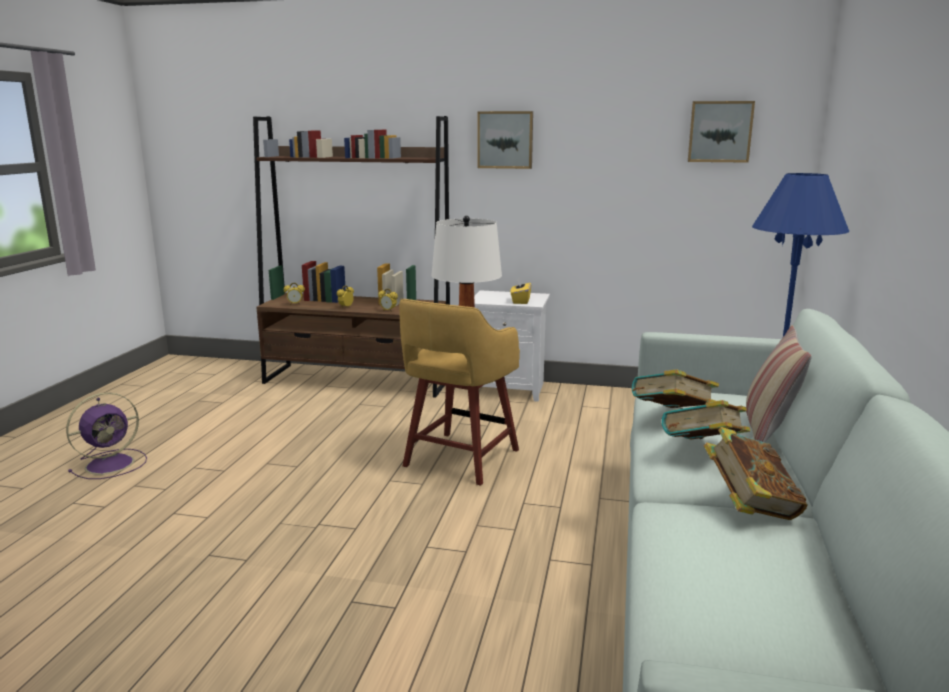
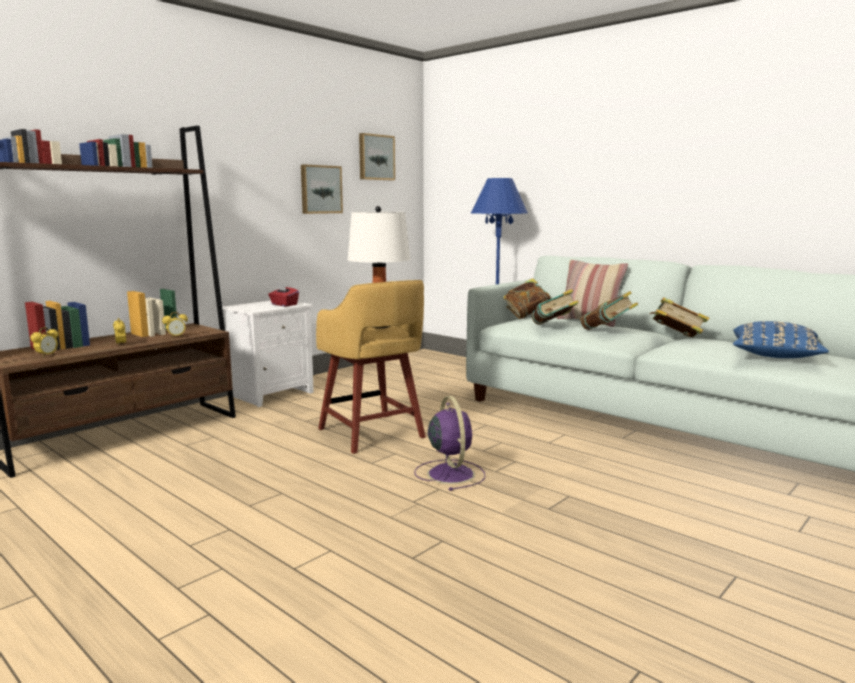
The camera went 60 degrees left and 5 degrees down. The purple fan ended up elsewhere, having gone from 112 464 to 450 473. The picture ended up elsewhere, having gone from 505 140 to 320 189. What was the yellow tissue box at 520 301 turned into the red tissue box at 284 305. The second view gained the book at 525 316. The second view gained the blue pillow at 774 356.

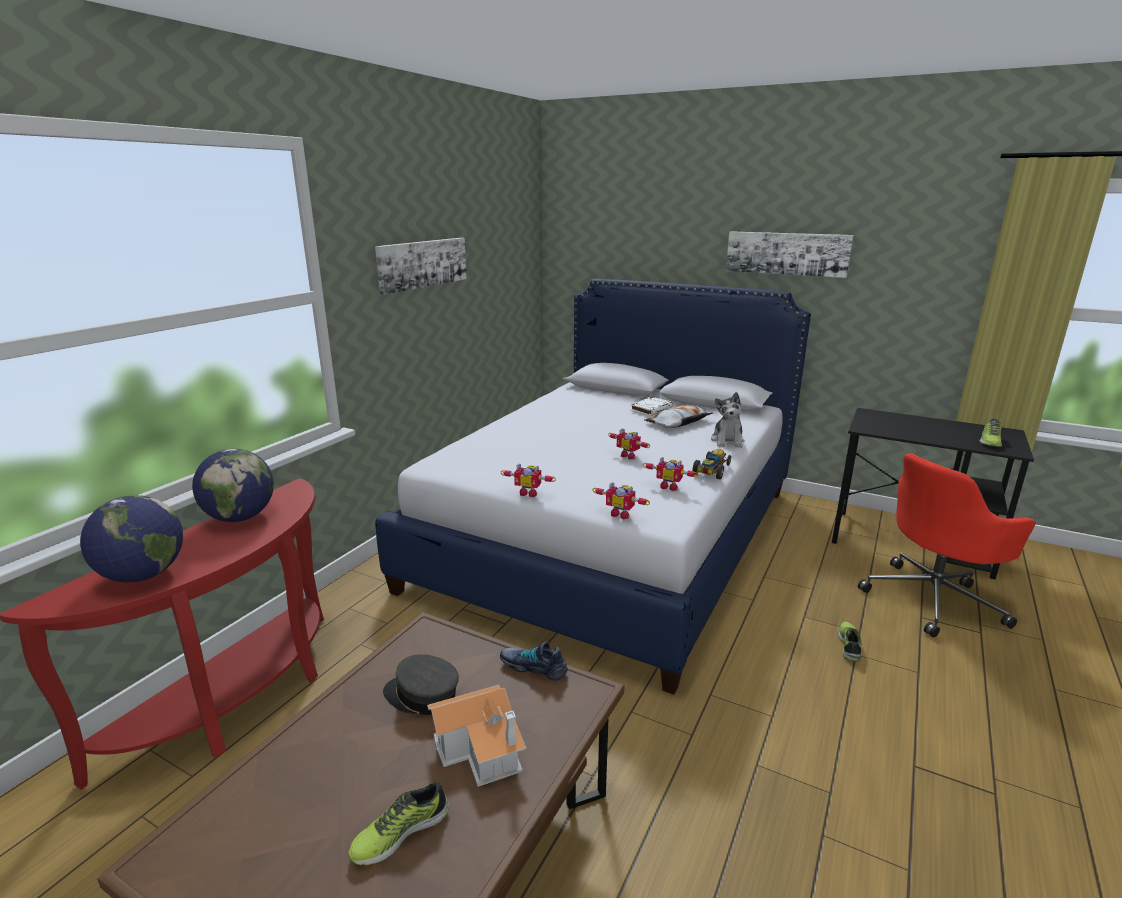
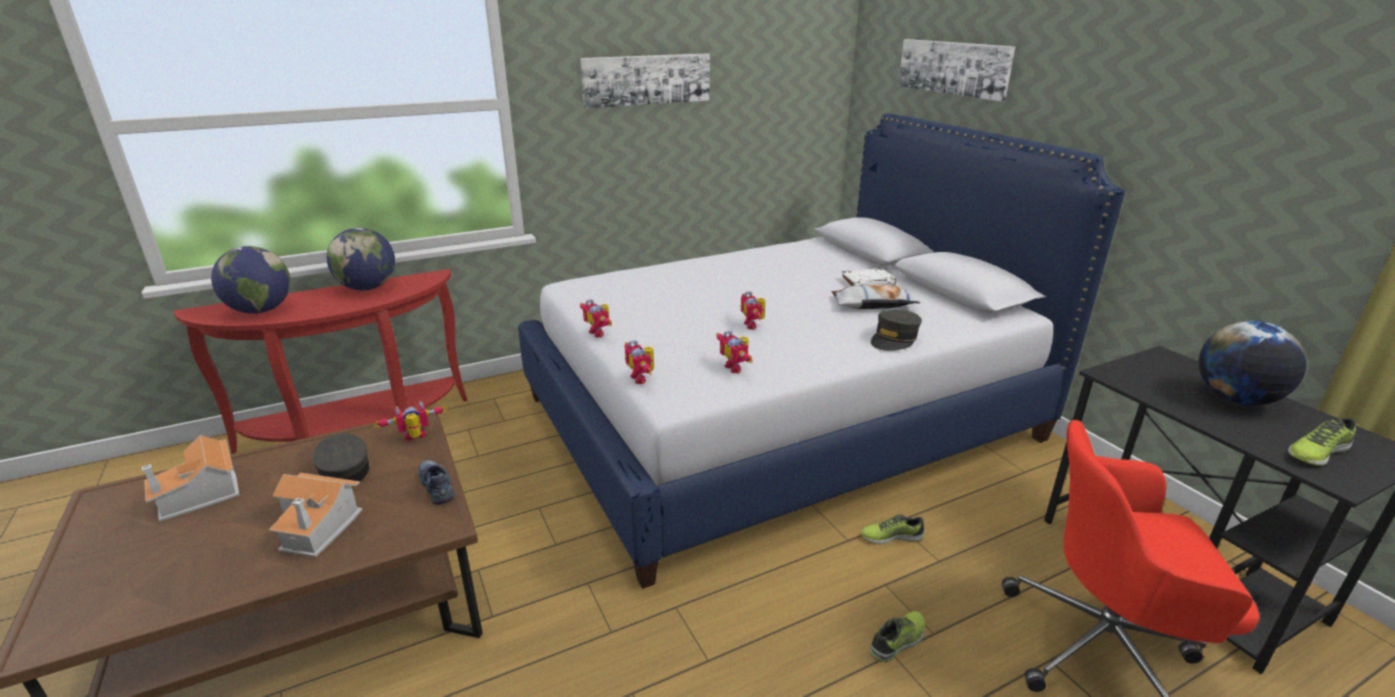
The camera went 35 degrees right and 5 degrees up. The shoe ended up elsewhere, having gone from 400 832 to 891 536. The second view lost the toy car at 711 471. Where the plush toy stood at 727 440, the grey cap came to stand at 894 339. The picture ended up elsewhere, having gone from 787 253 to 953 68. The second view gained the toy house at 201 494. The second view gained the toy robot at 416 438. The second view gained the globe at 1235 399.

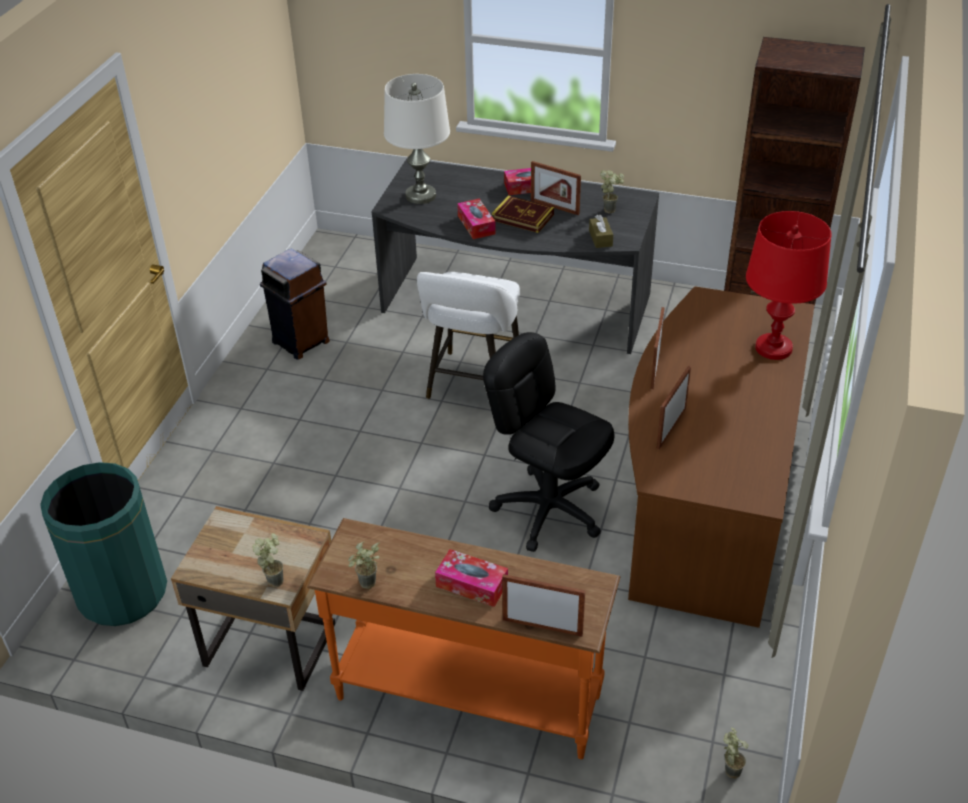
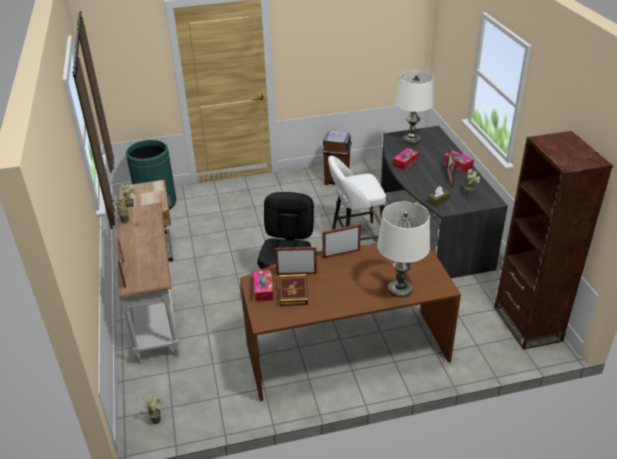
The camera went 60 degrees right and 5 degrees down. What was the orange console table at 469 695 turned into the white console table at 156 314. The tissue box ended up elsewhere, having gone from 472 584 to 263 289. The book ended up elsewhere, having gone from 523 217 to 293 292. What was the red table lamp at 773 348 turned into the white table lamp at 400 289.

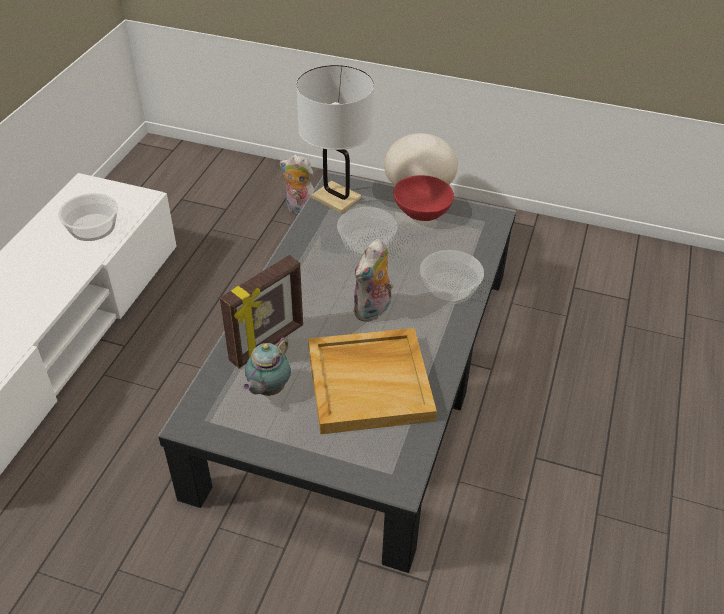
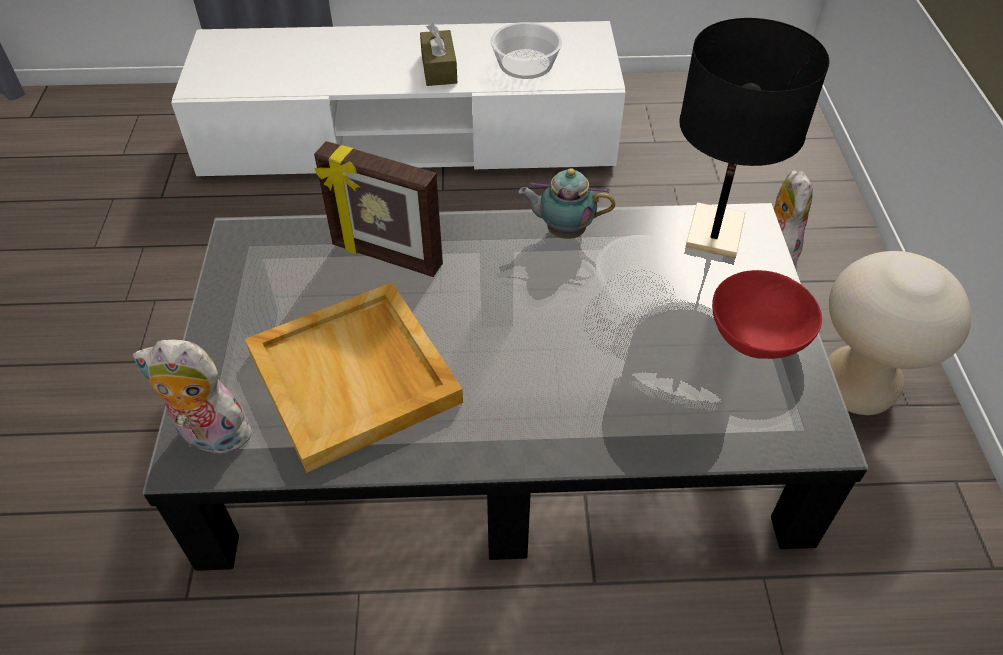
The camera went 70 degrees right and 5 degrees up. The teapot ended up elsewhere, having gone from 268 390 to 563 231. What was the white table lamp at 336 198 turned into the black table lamp at 715 232. The plush toy ended up elsewhere, having gone from 373 311 to 210 436. The second view lost the bowl at 449 287. The second view gained the brown tissue box at 439 68.

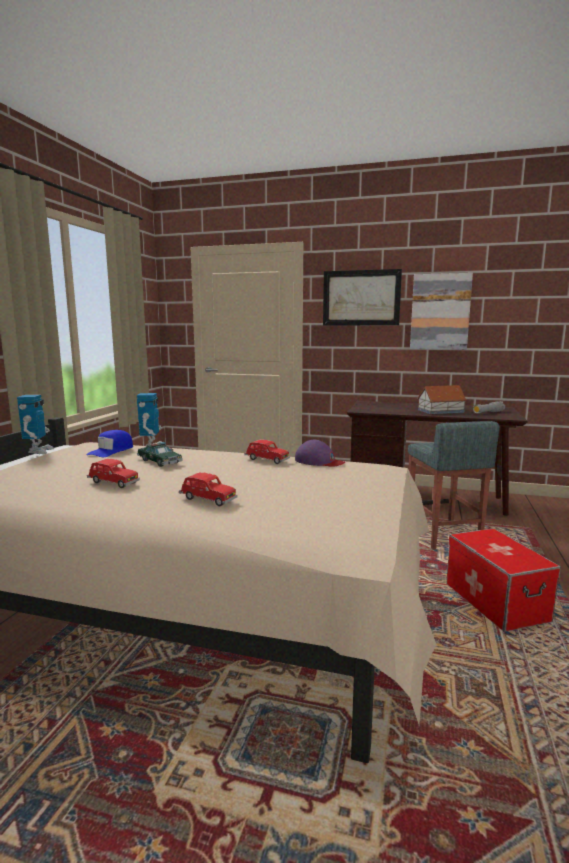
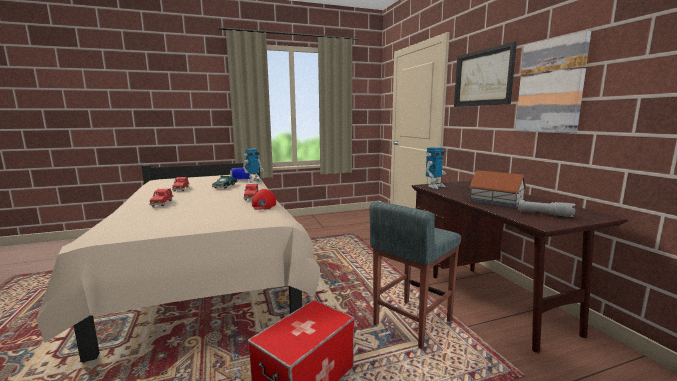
The camera went 55 degrees right and 0 degrees up. The toy robot ended up elsewhere, having gone from 38 451 to 434 186. What was the purple cap at 318 461 turned into the red cap at 263 205.

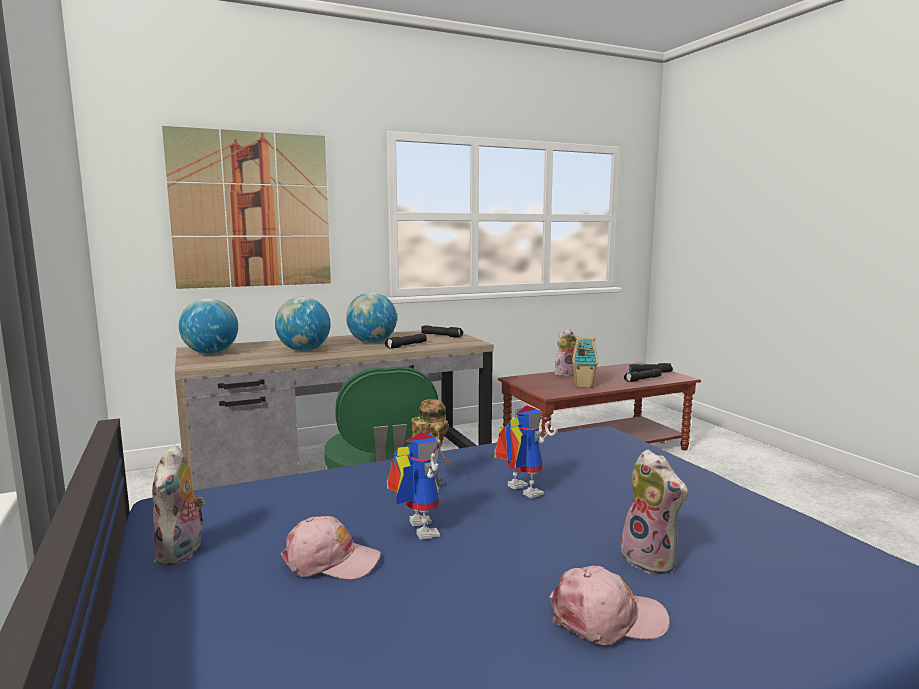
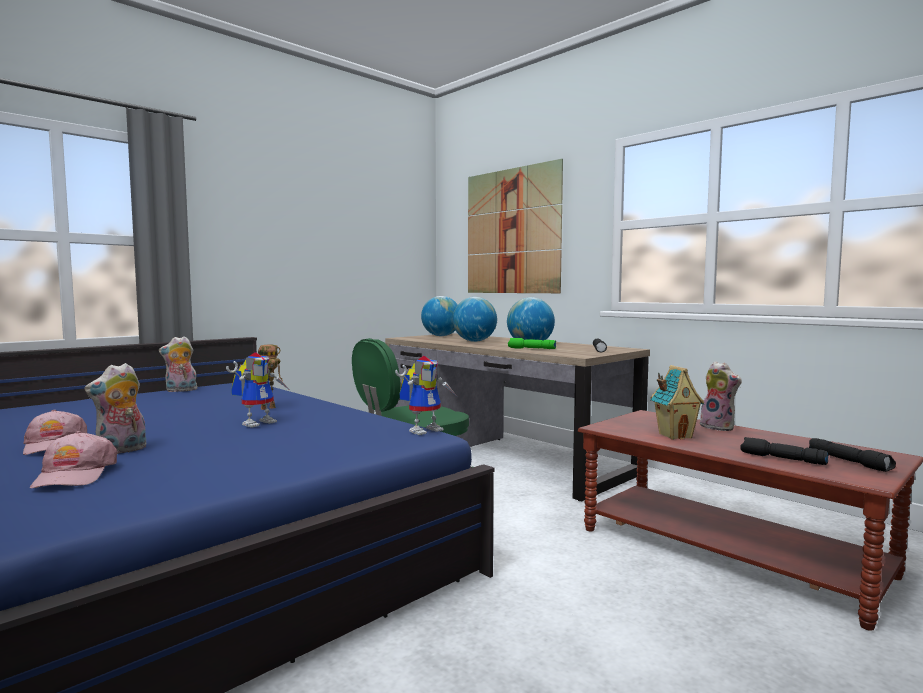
The camera went 70 degrees right and 5 degrees down. The pink cap ended up elsewhere, having gone from 330 560 to 74 475. What was the black flashlight at 406 345 turned into the green flashlight at 531 349. The toy robot ended up elsewhere, having gone from 415 528 to 425 430.

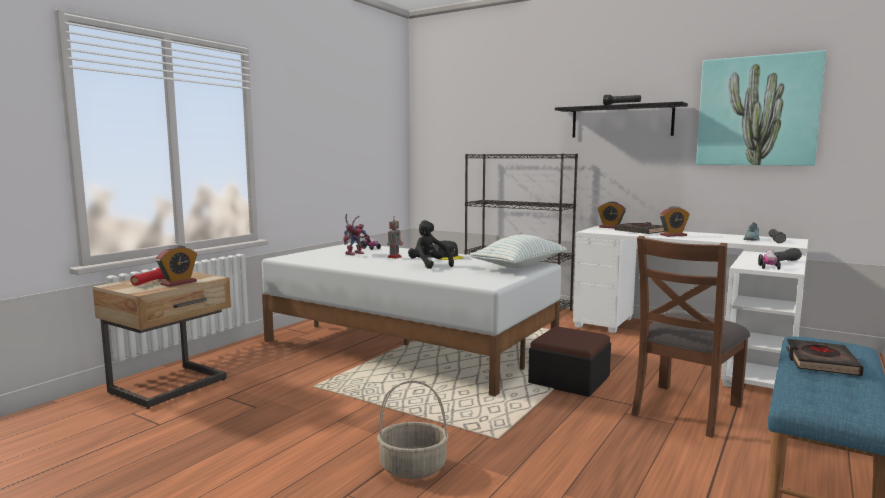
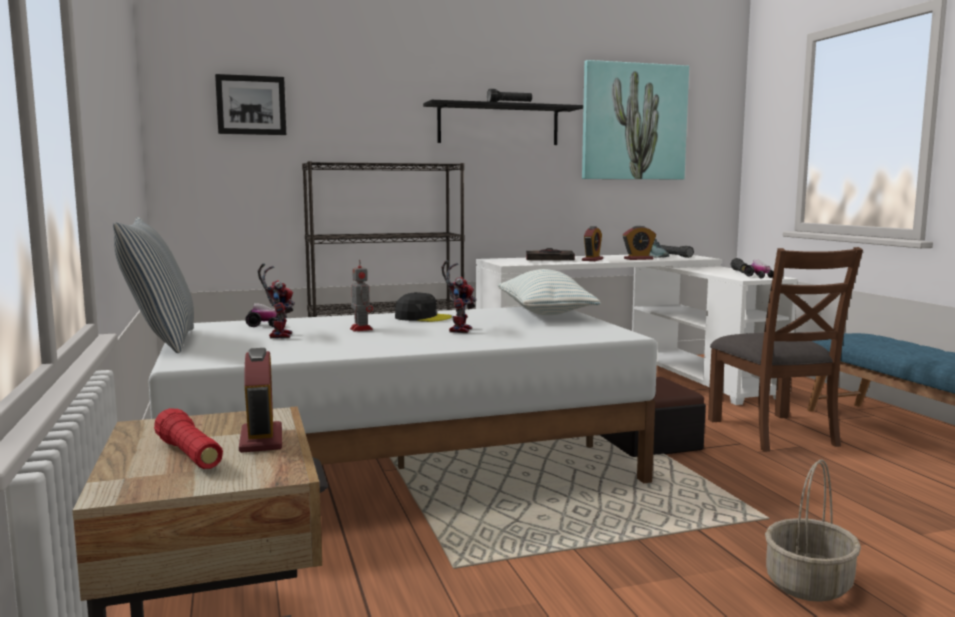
The camera went 50 degrees left and 0 degrees up. Where the black plush toy stood at 429 265, the toy robot came to stand at 458 330. The alarm clock ended up elsewhere, having gone from 610 227 to 638 259. The second view lost the black book at 821 362. The second view gained the pillow at 161 342. The second view gained the picture at 251 105.

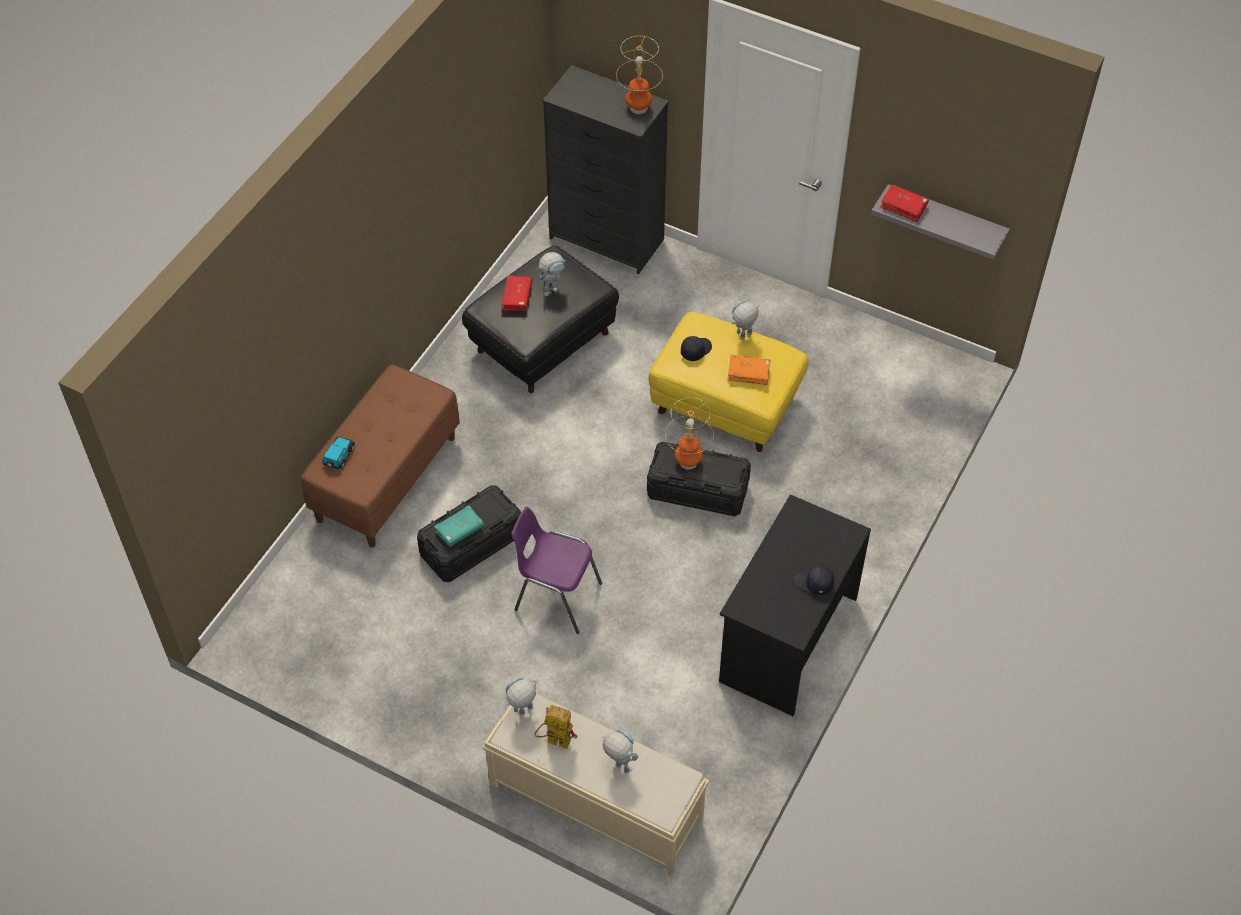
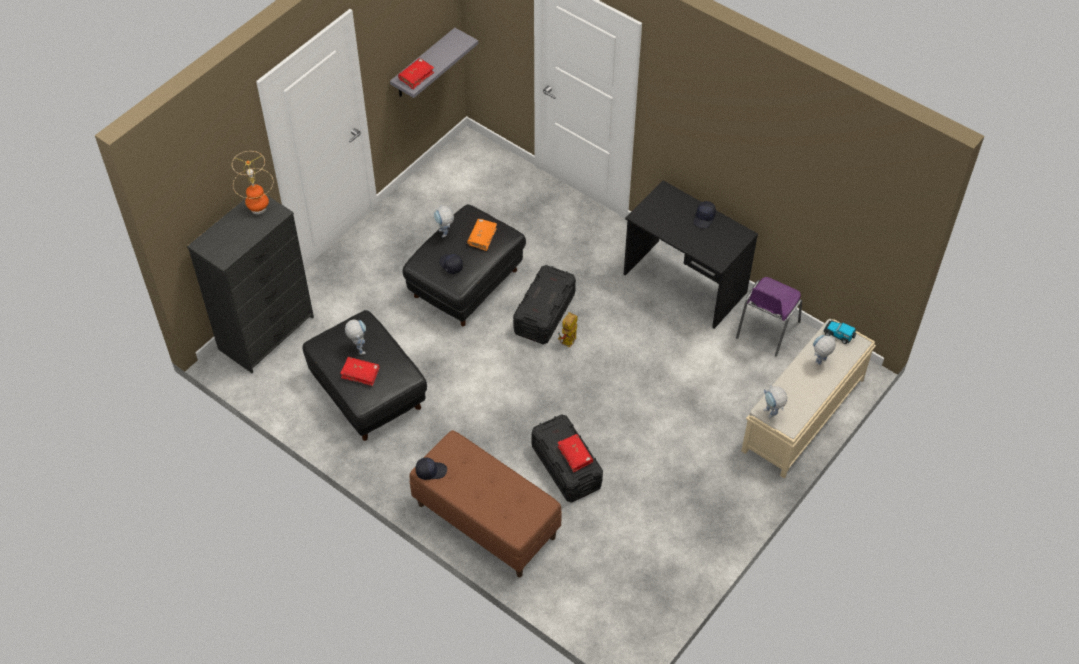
The camera went 80 degrees left and 0 degrees up. The toy car ended up elsewhere, having gone from 339 457 to 839 334. What was the turquoise book at 459 530 turned into the red book at 575 455. The purple chair ended up elsewhere, having gone from 556 596 to 766 330. The toy robot ended up elsewhere, having gone from 554 740 to 568 344. What was the yellow ottoman at 724 404 turned into the black ottoman at 466 283. The second view lost the table lamp at 688 461. The second view gained the black cap at 431 471.

